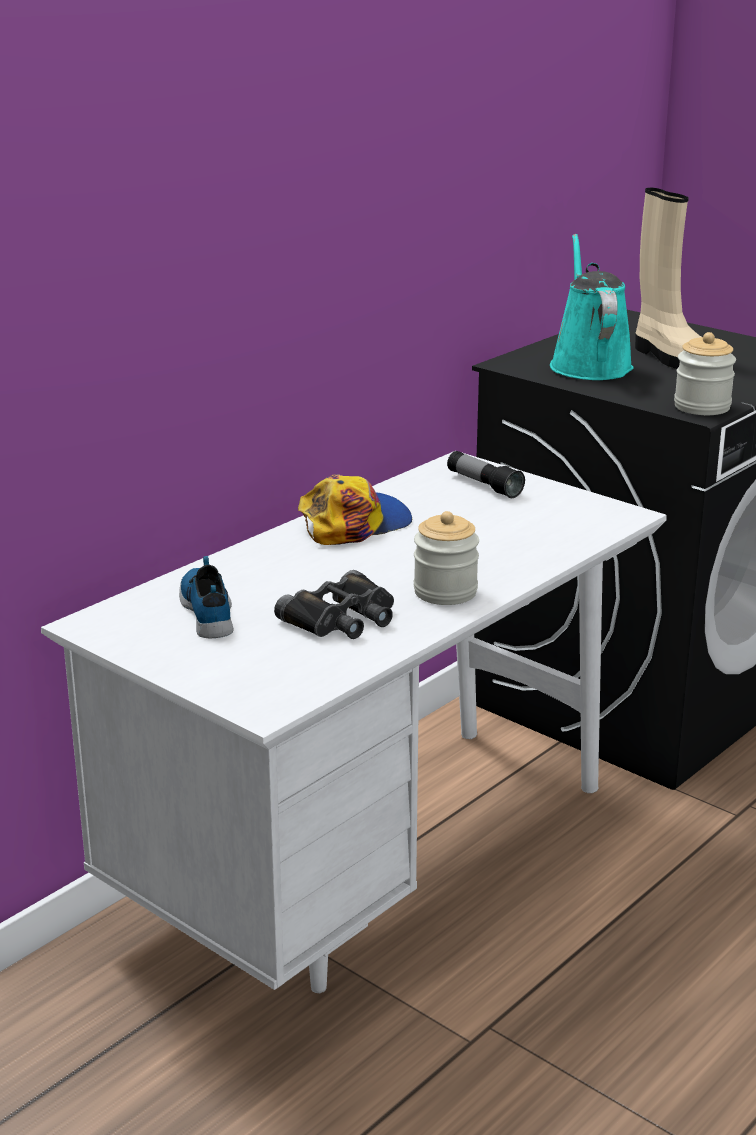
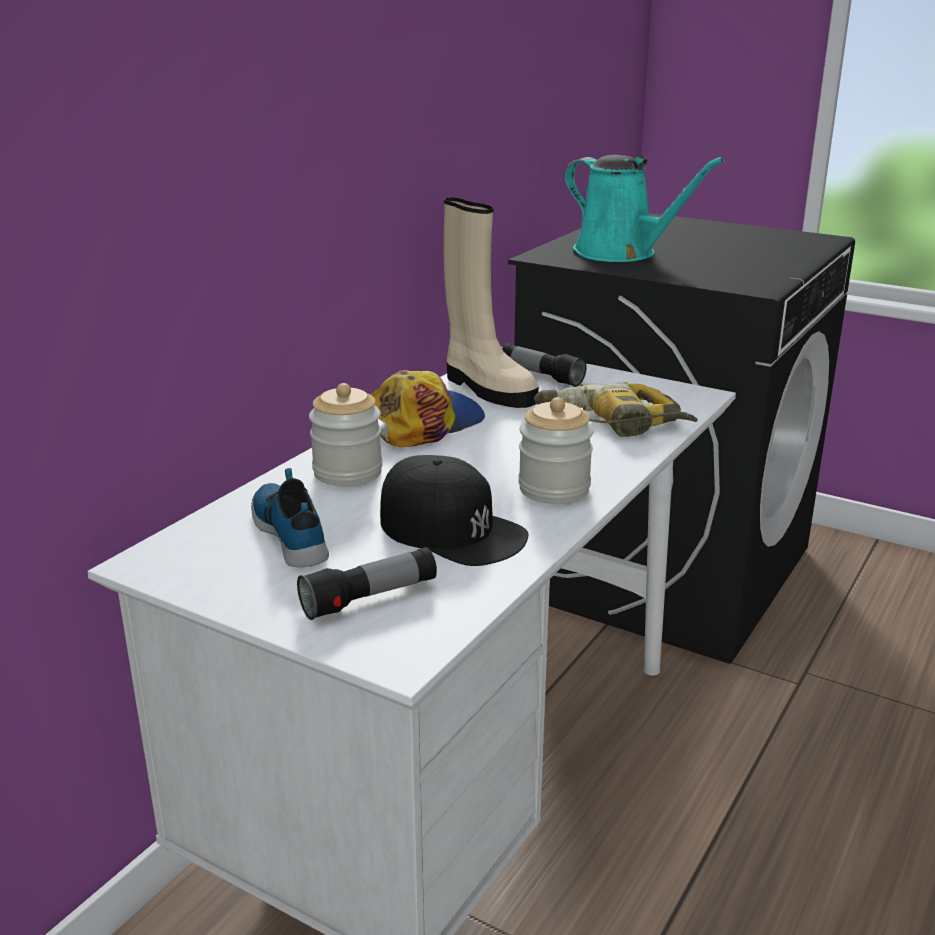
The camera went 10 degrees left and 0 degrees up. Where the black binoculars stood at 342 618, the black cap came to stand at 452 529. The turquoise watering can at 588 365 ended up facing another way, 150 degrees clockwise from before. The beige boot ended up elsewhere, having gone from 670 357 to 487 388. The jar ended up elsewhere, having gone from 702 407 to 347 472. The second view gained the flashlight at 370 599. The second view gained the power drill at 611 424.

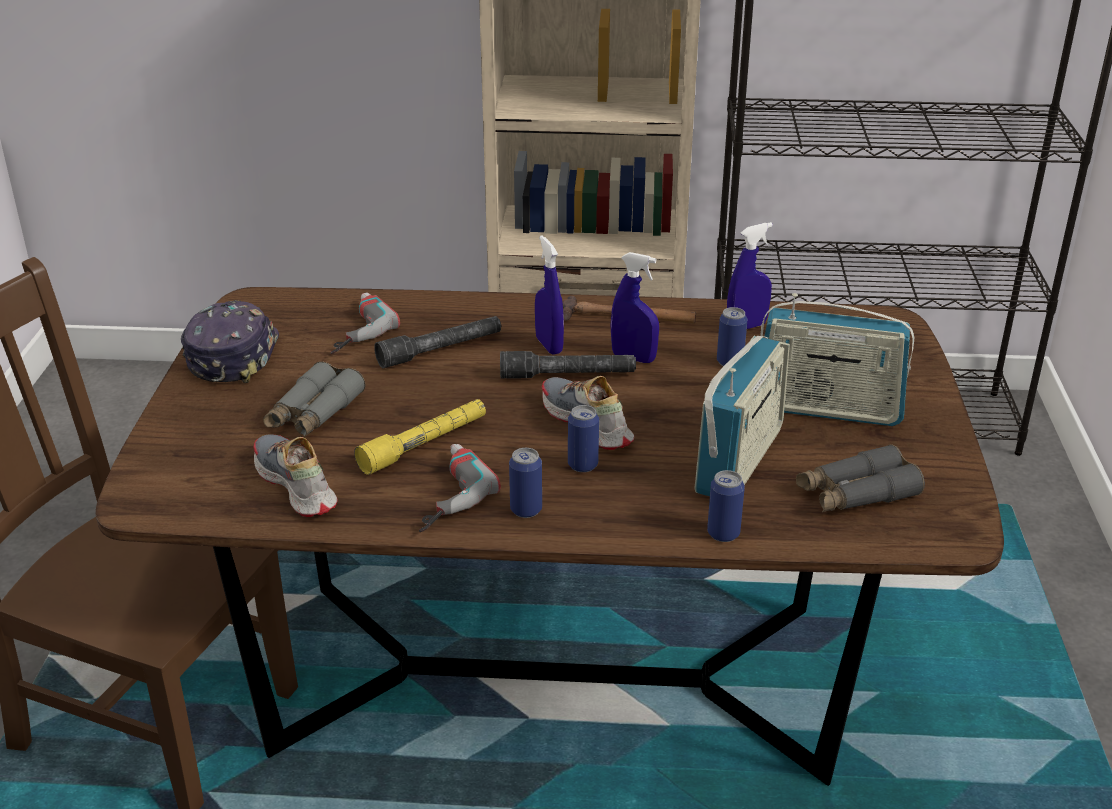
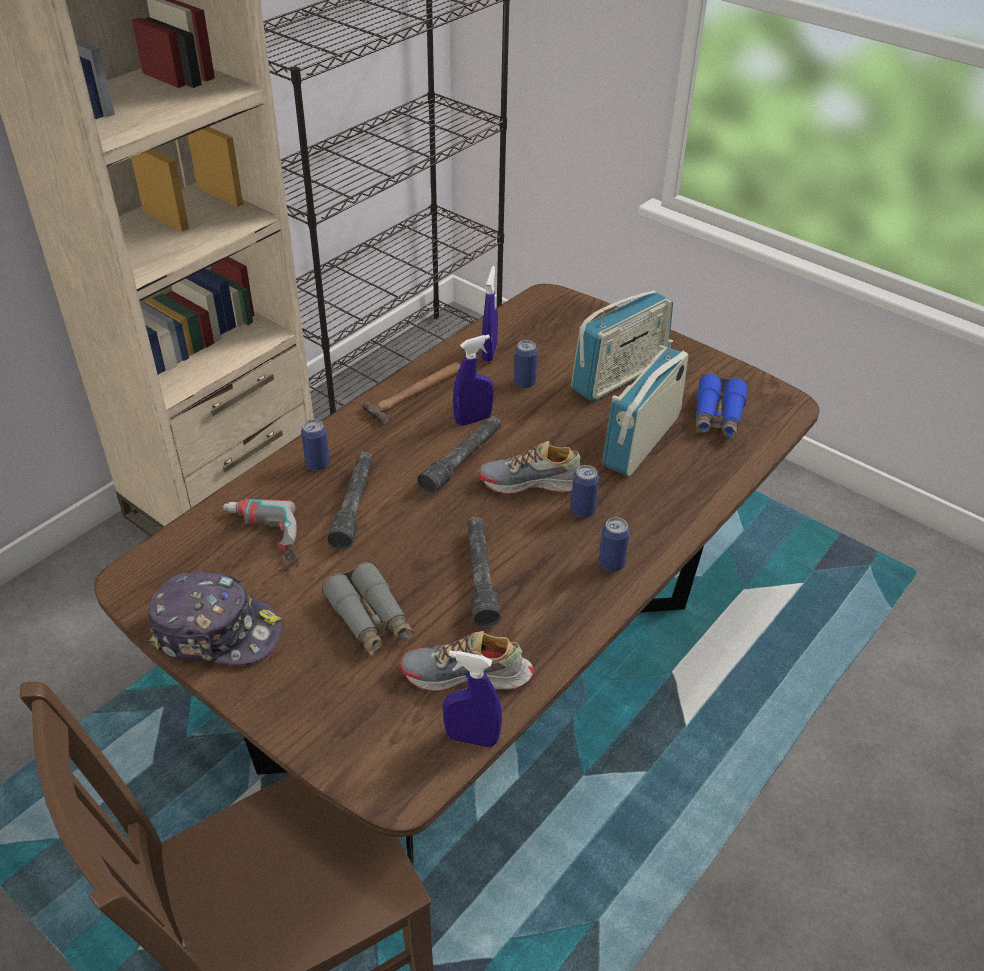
The camera went 55 degrees left and 10 degrees up. The cap at 233 356 ended up facing another way, 150 degrees clockwise from before. What was the yellow flashlight at 424 445 turned into the grey flashlight at 480 576. The second view lost the power drill at 441 494. The blue spray bottle ended up elsewhere, having gone from 549 345 to 472 738. The radio at 739 460 ended up facing another way, 120 degrees counterclockwise from before. The can ended up elsewhere, having gone from 723 533 to 317 464. What was the grey binoculars at 856 494 turned into the blue binoculars at 717 416.

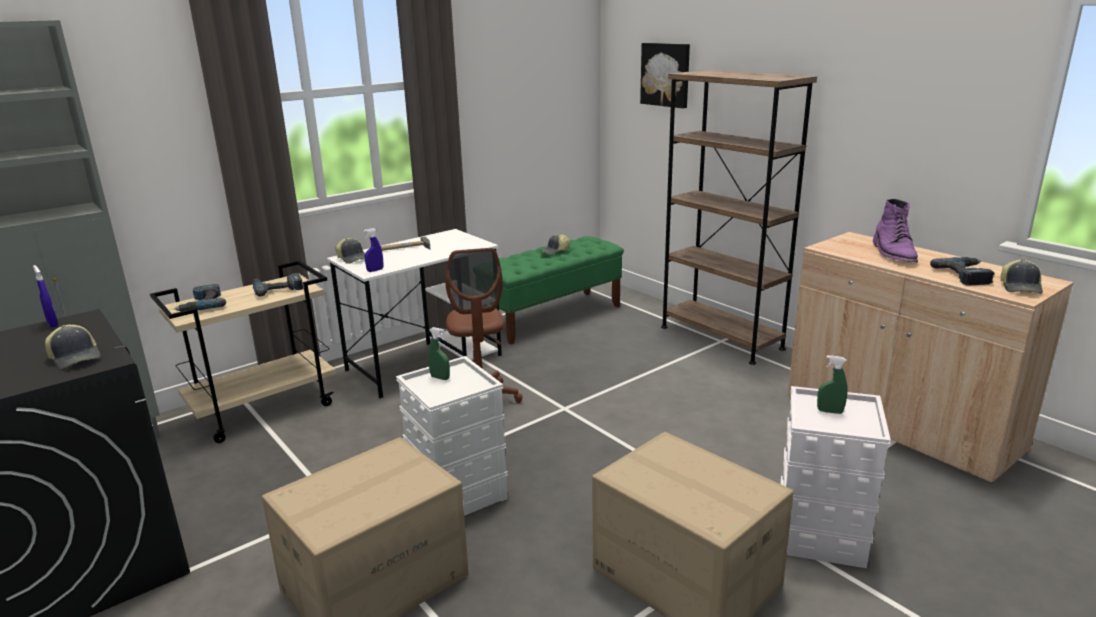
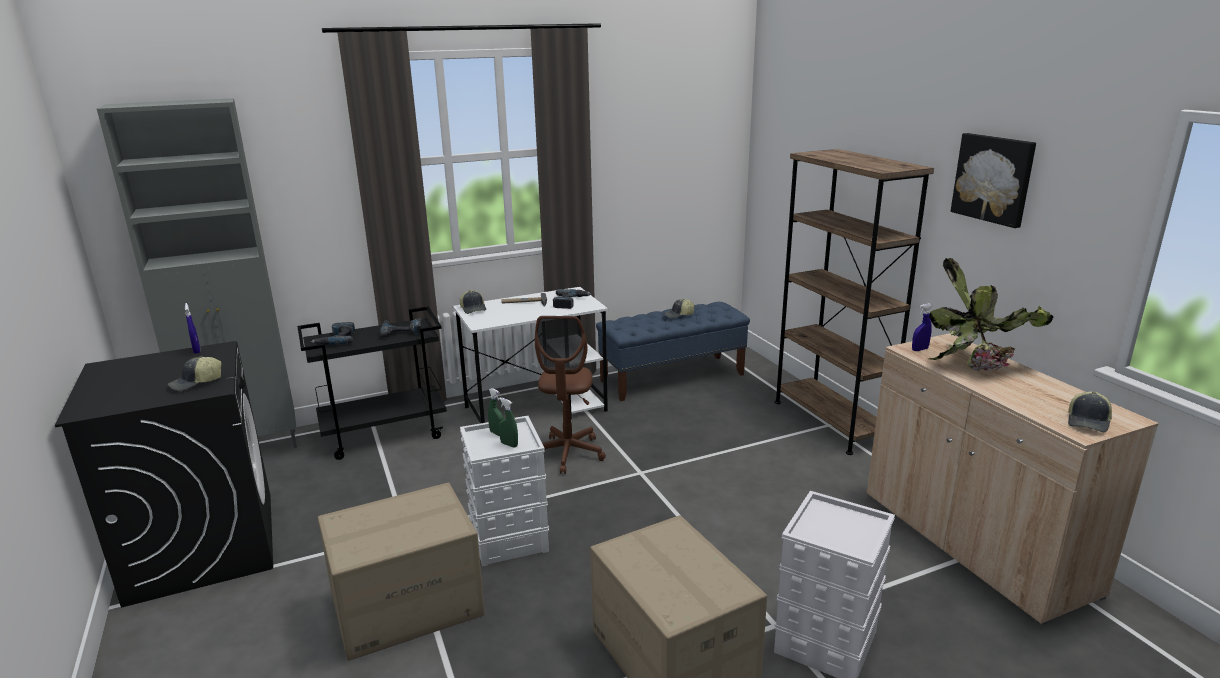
The camera went 15 degrees right and 0 degrees up. The cap at 76 357 ended up facing another way, 75 degrees clockwise from before. What was the beige cart at 265 409 turned into the black cart at 386 434. The blue spray bottle ended up elsewhere, having gone from 375 270 to 919 349. What was the green bench at 552 316 turned into the blue bench at 672 377. The picture ended up elsewhere, having gone from 666 74 to 994 179. The green spray bottle ended up elsewhere, having gone from 830 411 to 509 444. Where the purple boot stood at 893 253, the potted plant came to stand at 977 364. The power drill ended up elsewhere, having gone from 967 275 to 570 302.

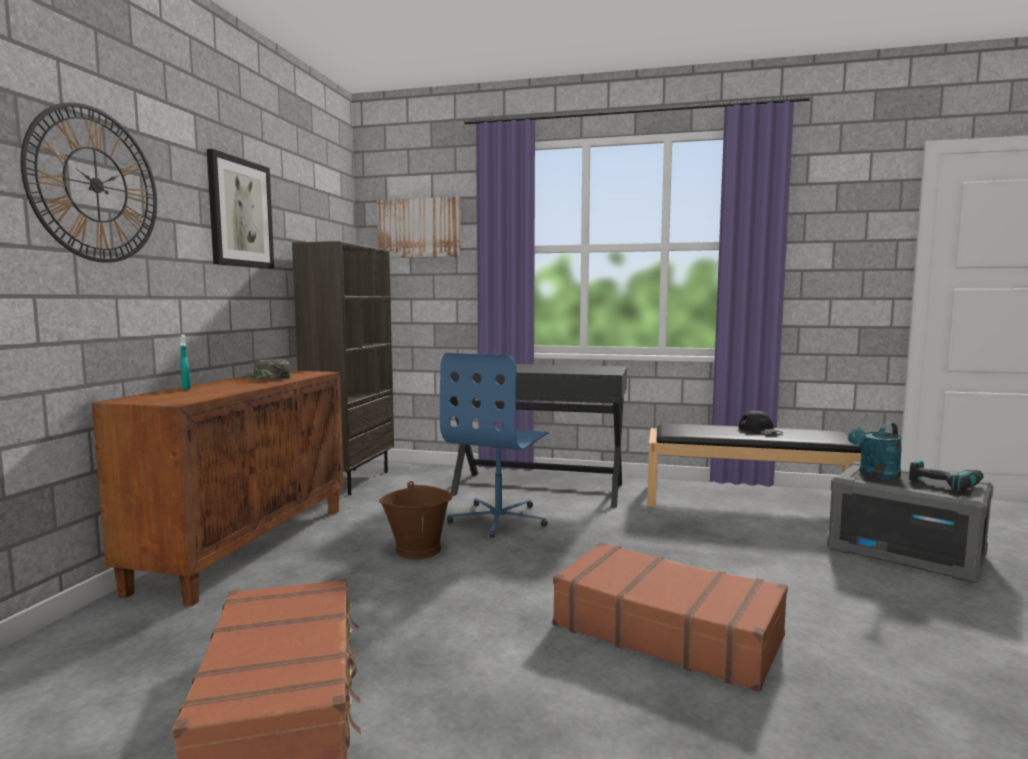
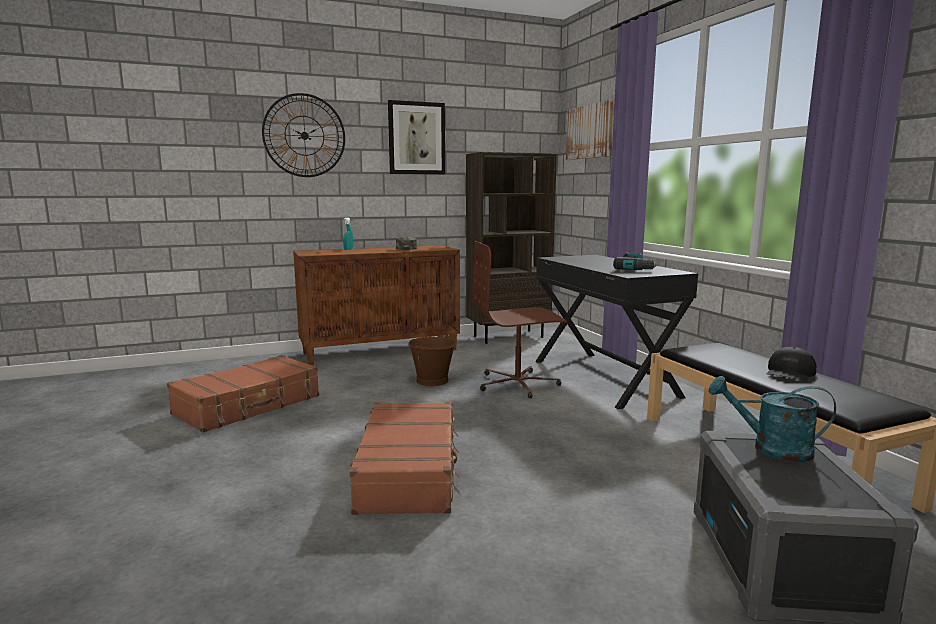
The camera went 55 degrees right and 5 degrees up. What was the blue office chair at 499 519 turned into the brown office chair at 518 384. The power drill ended up elsewhere, having gone from 945 484 to 635 269.

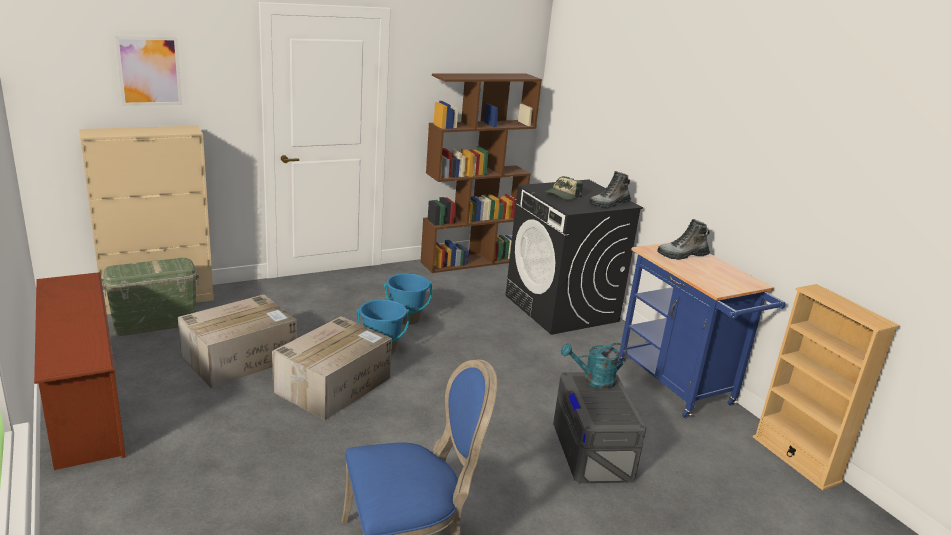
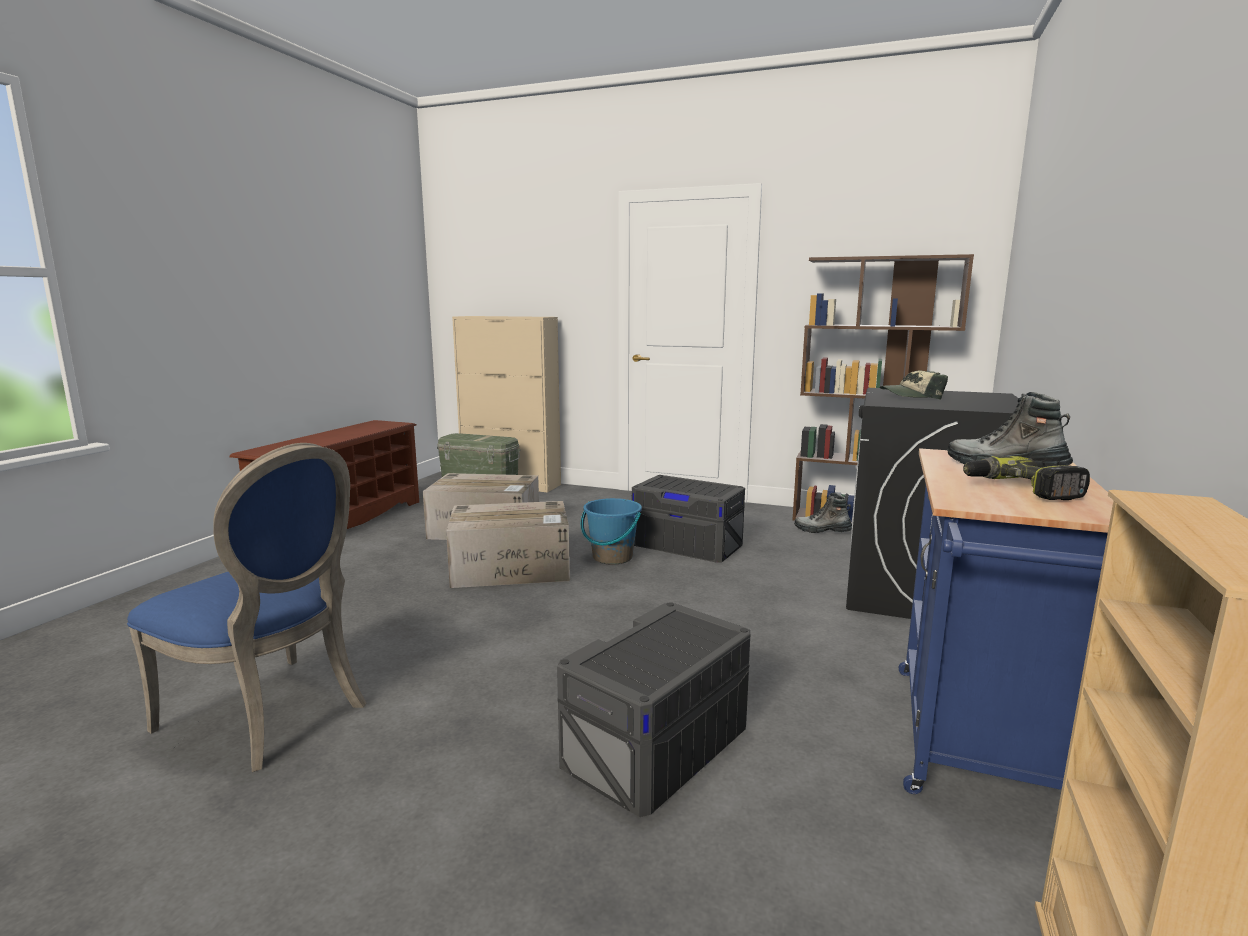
The camera went 50 degrees right and 10 degrees down. The second view lost the picture at 149 71. Where the blue bucket stood at 406 318, the grey storage box came to stand at 687 544. The second view lost the turquoise watering can at 593 381. The boot ended up elsewhere, having gone from 609 204 to 822 530. The second view gained the power drill at 1020 489.

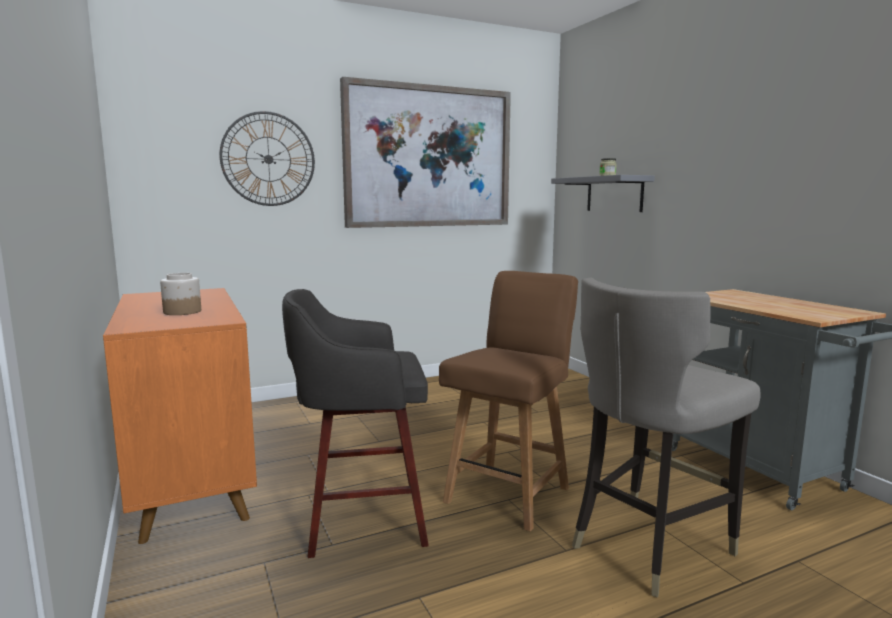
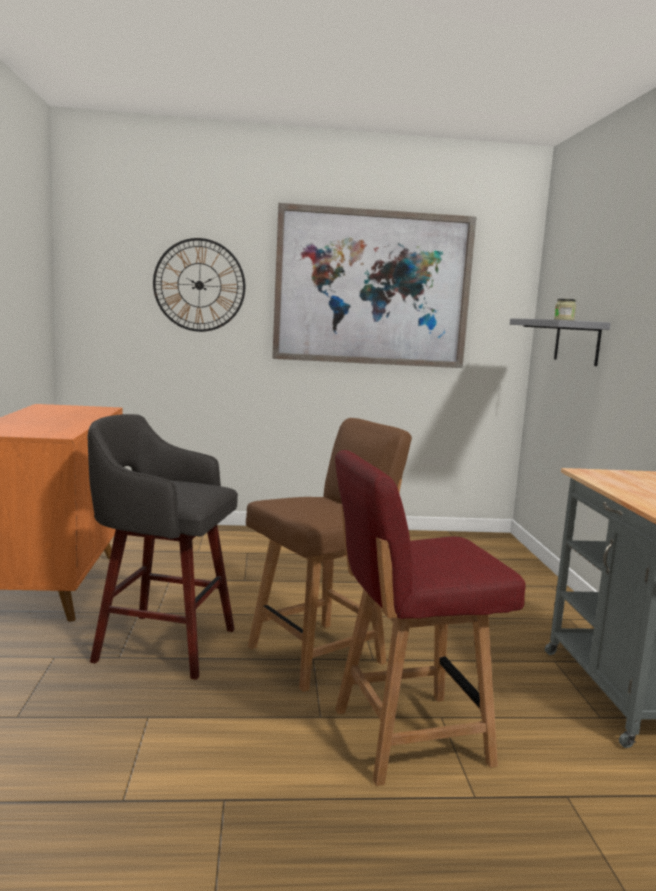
The camera went 20 degrees right and 0 degrees up. The second view lost the jar at 182 312. Where the grey stool stood at 647 547, the red chair came to stand at 407 737.

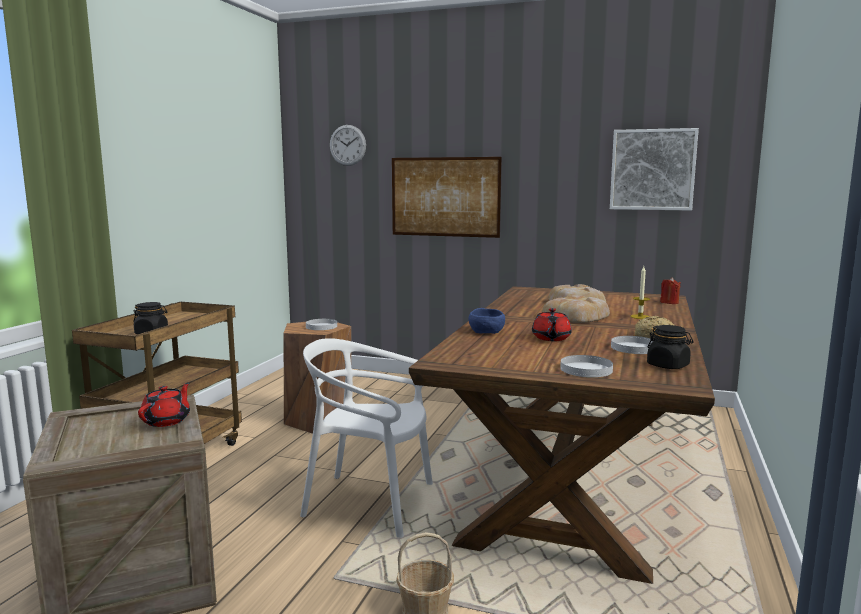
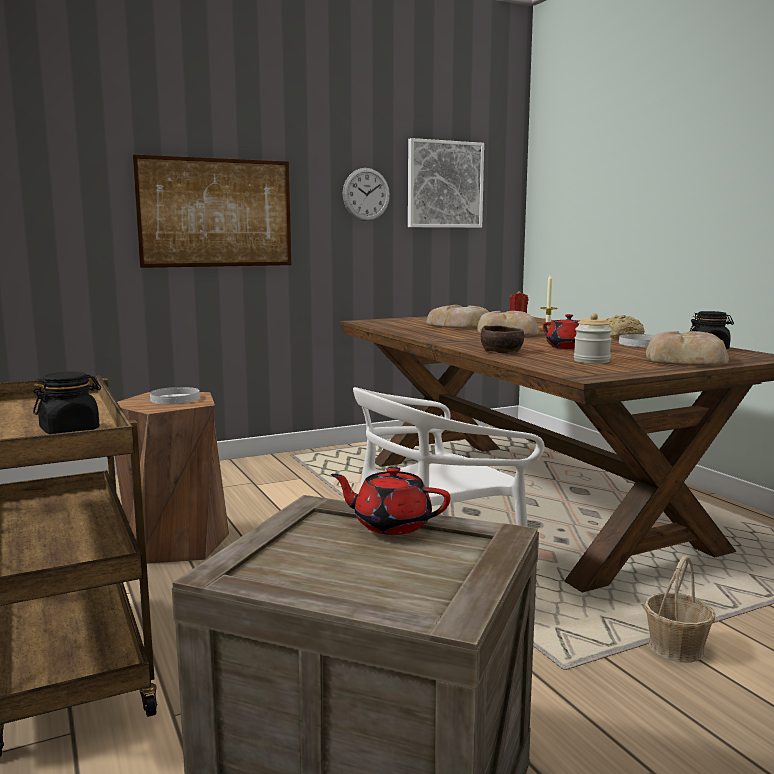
The camera went 45 degrees left and 0 degrees up. The red teapot at 167 420 ended up facing another way, 45 degrees counterclockwise from before. The wall clock ended up elsewhere, having gone from 347 145 to 366 194. What was the blue bowl at 487 331 turned into the brown bowl at 502 351. Where the white plate stood at 586 369, the bread came to stand at 686 359. The second view gained the jar at 591 361.

